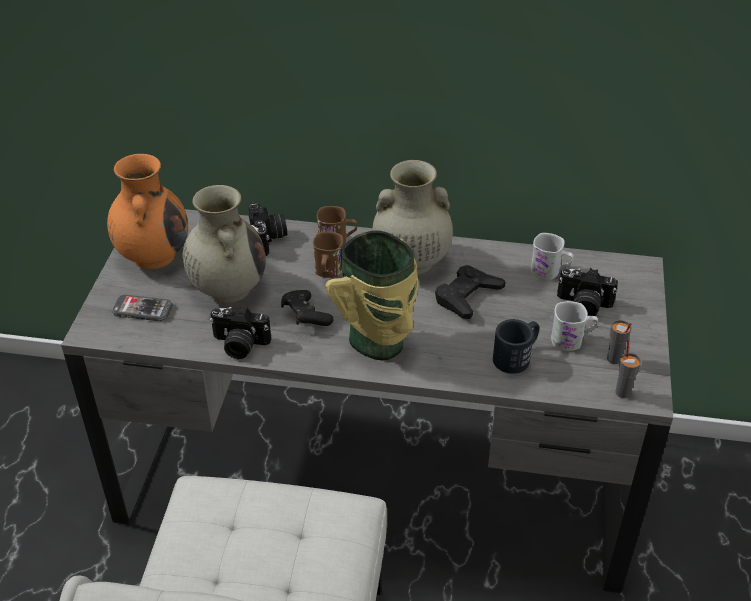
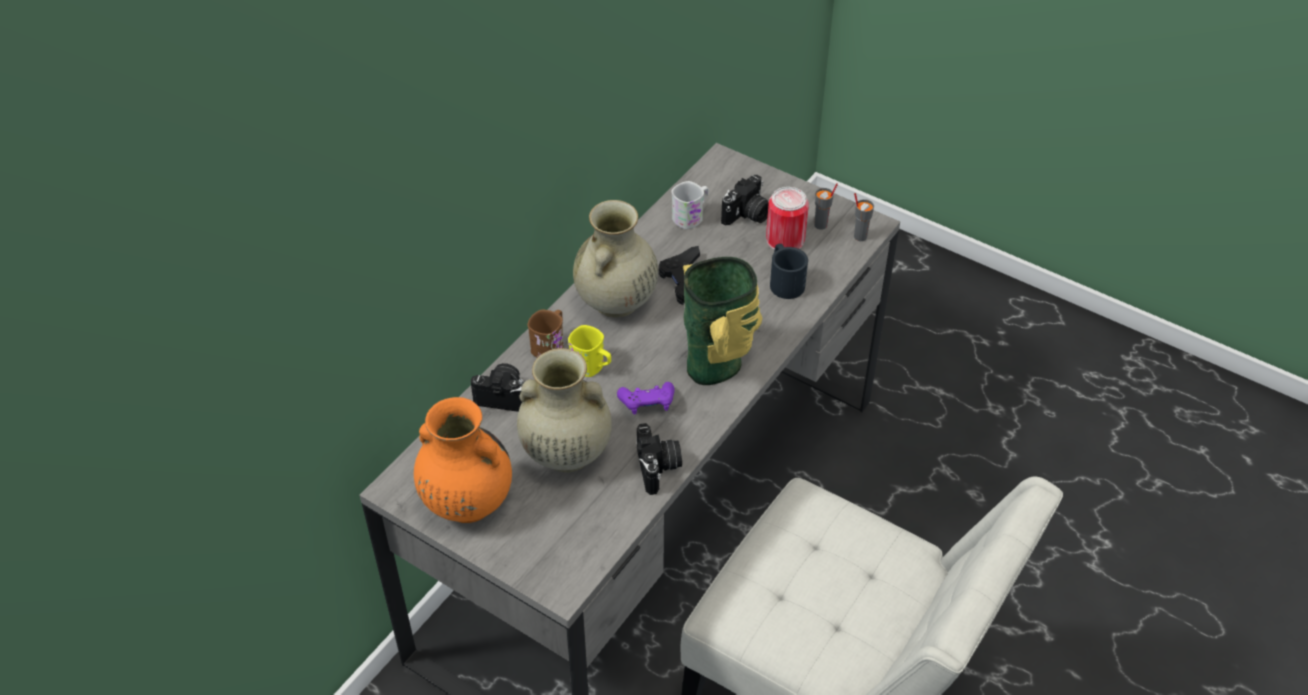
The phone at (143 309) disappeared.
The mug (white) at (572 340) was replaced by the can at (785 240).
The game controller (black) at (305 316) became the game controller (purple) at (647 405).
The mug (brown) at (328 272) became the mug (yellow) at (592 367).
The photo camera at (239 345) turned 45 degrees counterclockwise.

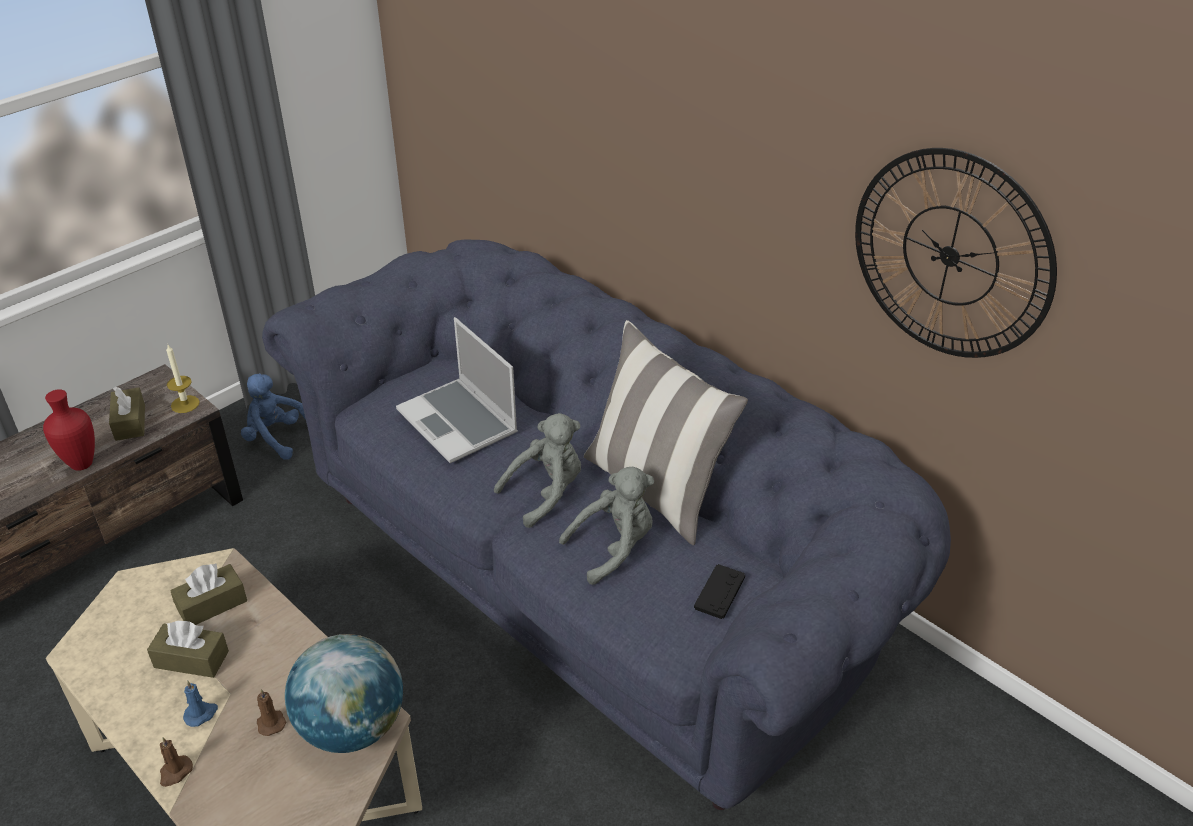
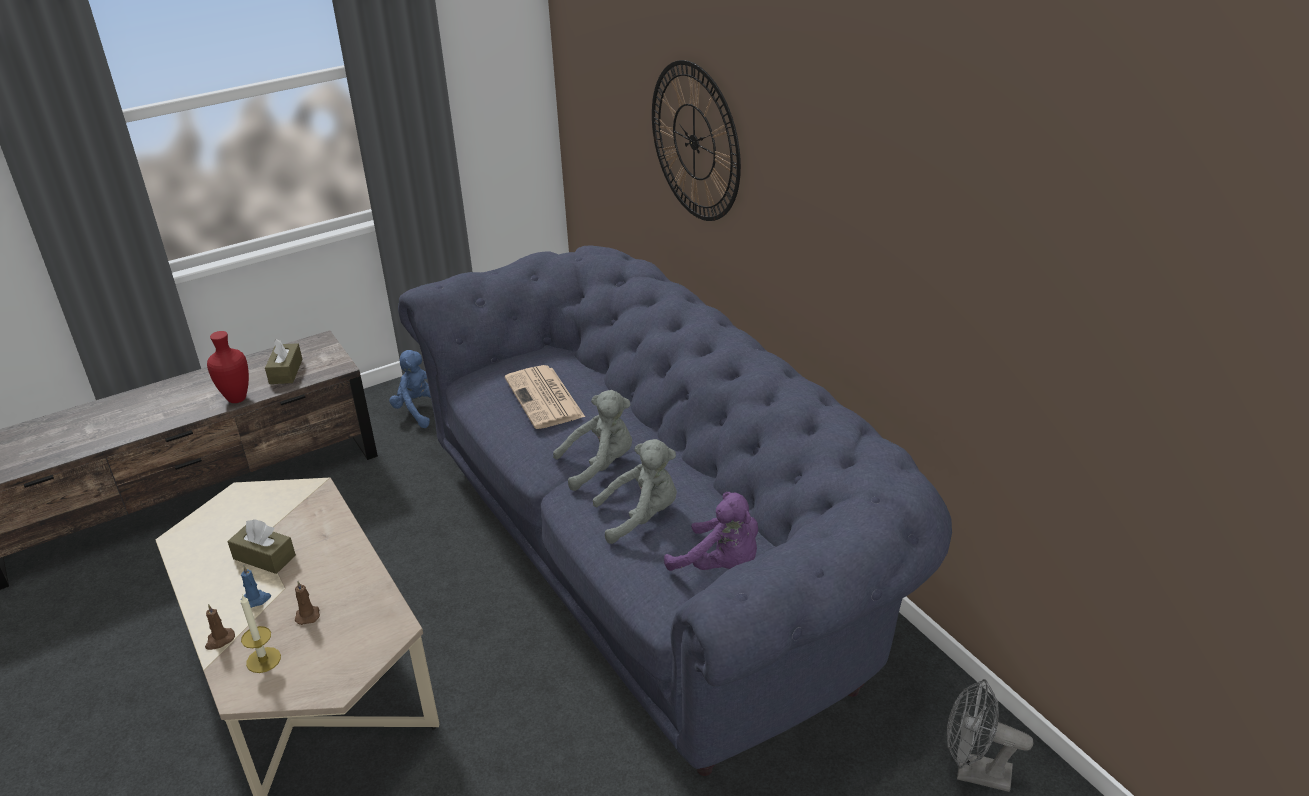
The tissue box (brown) at (212 604) disappeared.
The globe at (352 727) disappeared.
The pillow at (656 489) disappeared.
The fan (grey) at (974 773) appeared.
The candle moved from (185 404) to (263 660).
The wall clock moved from (950 255) to (694 142).
The laptop at (459 422) was replaced by the newspaper at (545 398).
The game controller (black) at (719 592) was replaced by the plush toy (purple) at (720 565).

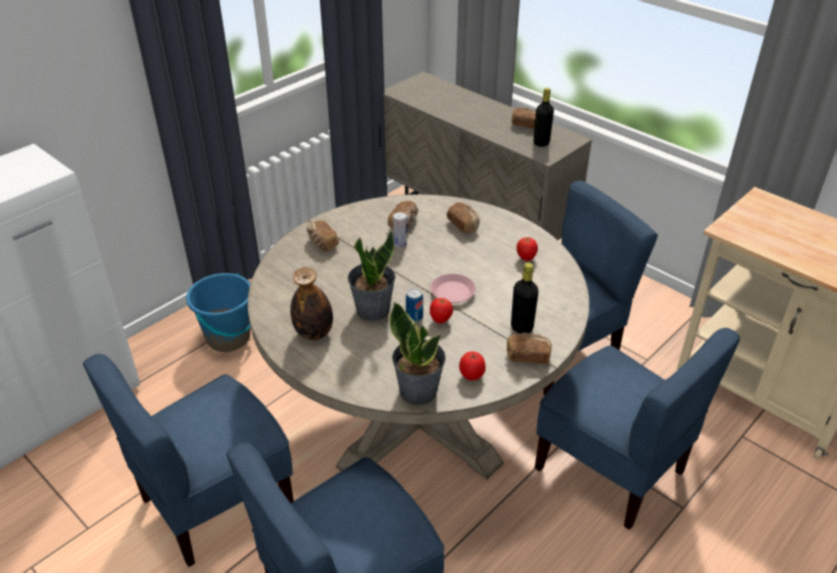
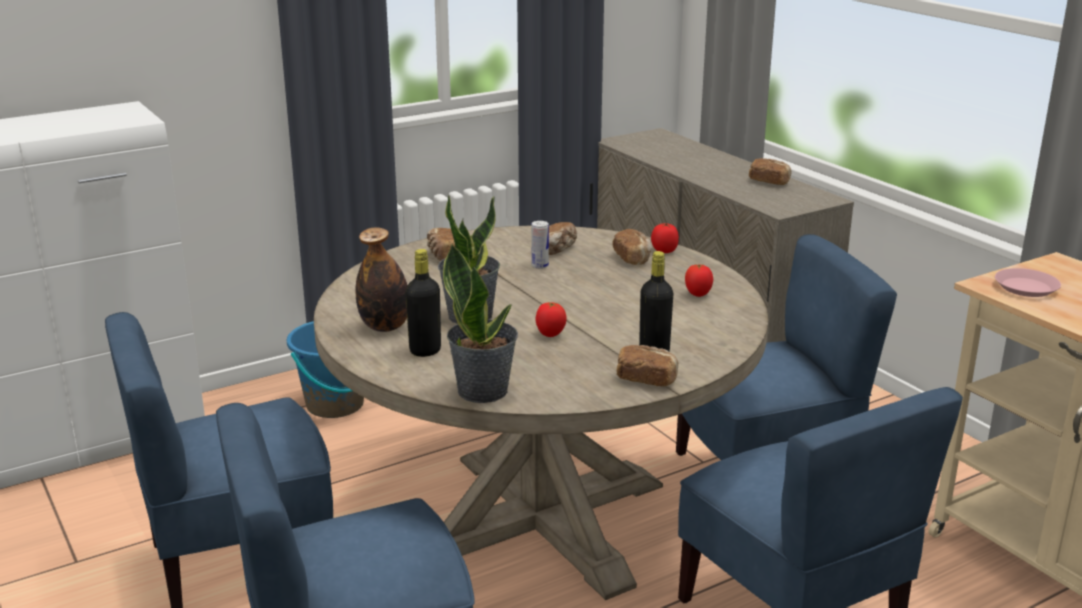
The can at (414 317) disappeared.
The plate (pink) moved from (453 292) to (1026 287).
The tomato moved from (472 375) to (664 251).
The bottle (black) moved from (541 143) to (425 351).

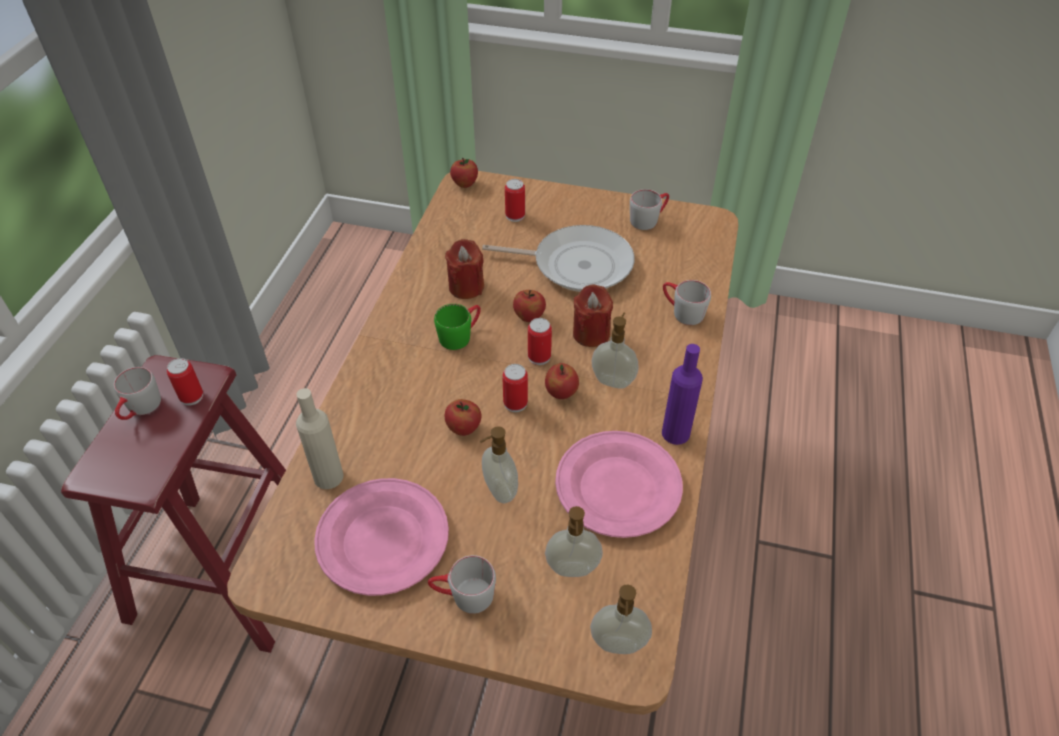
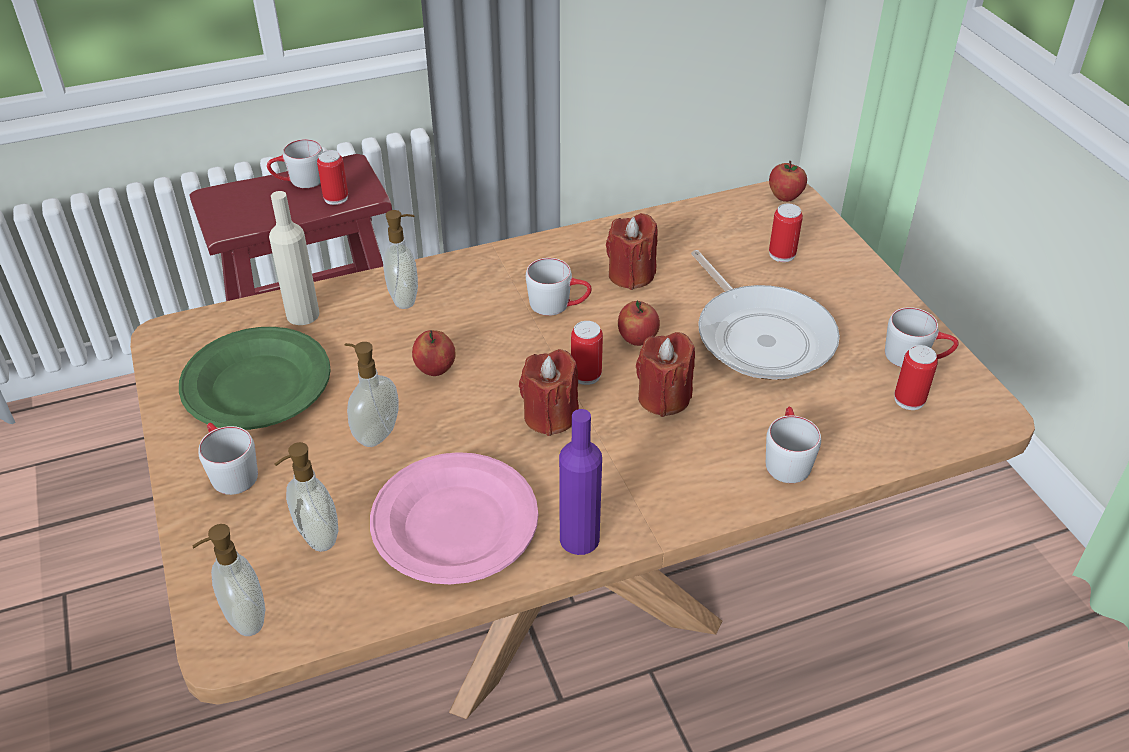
The can moved from (515 403) to (909 399).
The soap dispenser moved from (613 380) to (405 298).
The apple at (561 393) was replaced by the candle (red) at (550 416).
The plate (pink) at (382 540) became the plate (green) at (256 385).
The mug (green) at (460 335) became the mug (grey) at (559 304).

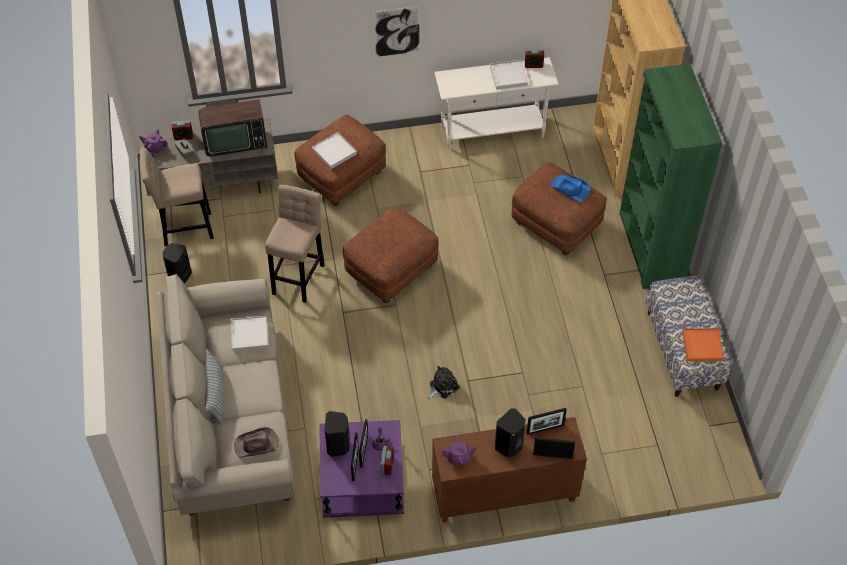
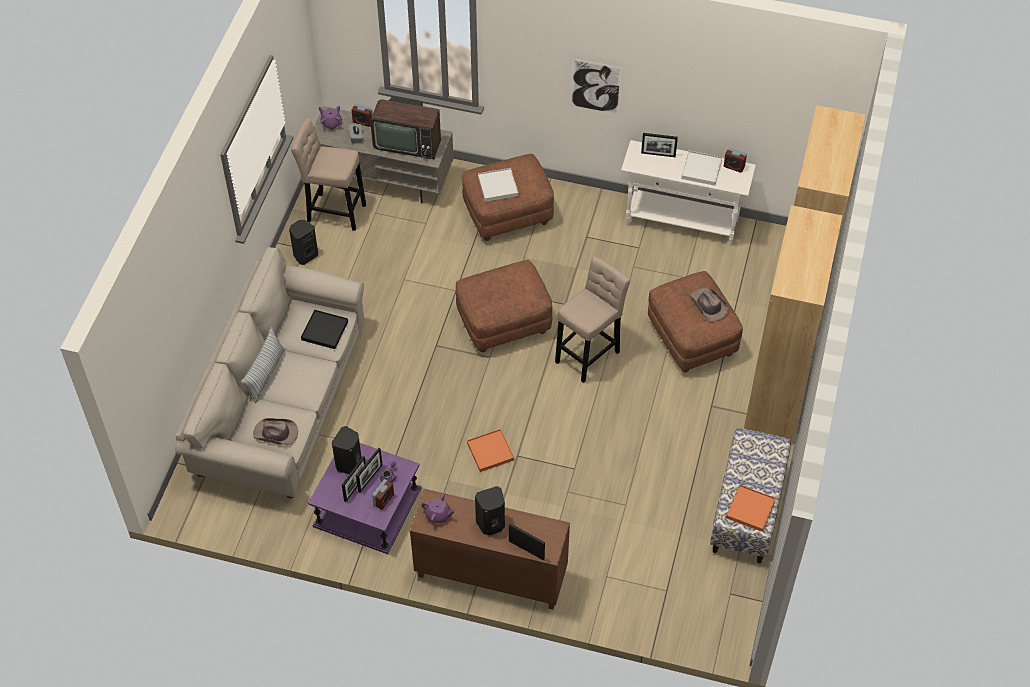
The stool (beige) moved from (299 276) to (589 354).
The picture frame moved from (545 429) to (658 154).
The plush toy at (442 386) was replaced by the tray (orange) at (490 451).
The tray (white) at (249 335) became the tray (black) at (324 331).
The hat (blue) at (570 189) became the hat (brown) at (708 306).
The bookcase (green) at (650 248) became the bookcase (brown) at (775 397).

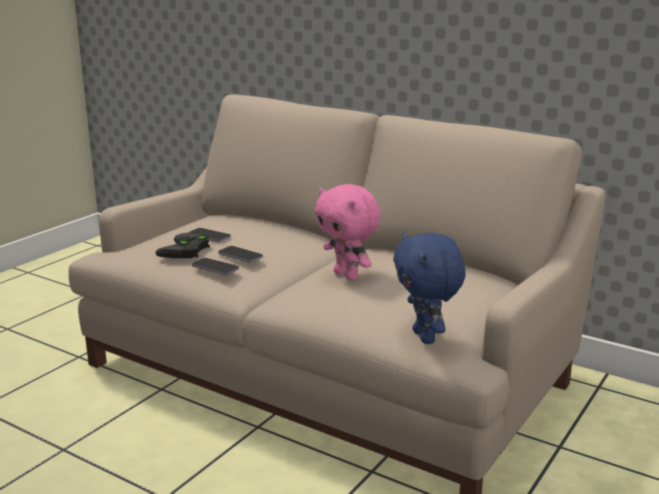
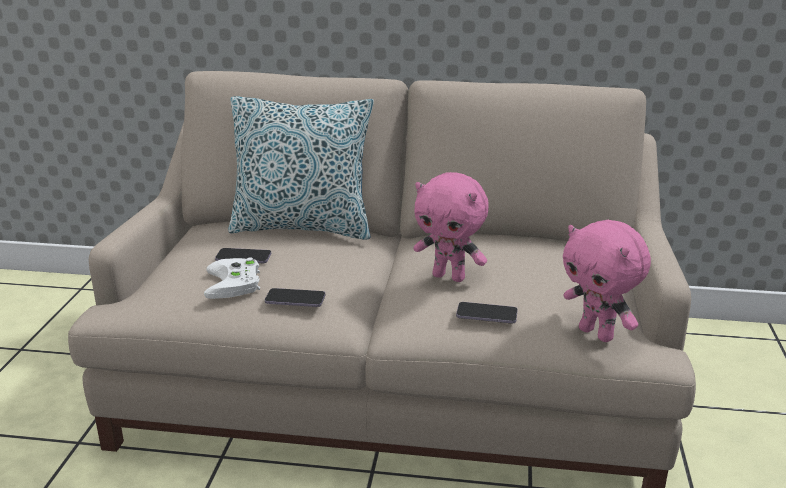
The pillow at (303 227) appeared.
The phone moved from (240 256) to (486 314).
The game controller (black) at (185 251) became the game controller (white) at (235 283).
The plush toy (blue) at (426 337) became the plush toy (pink) at (597 334).

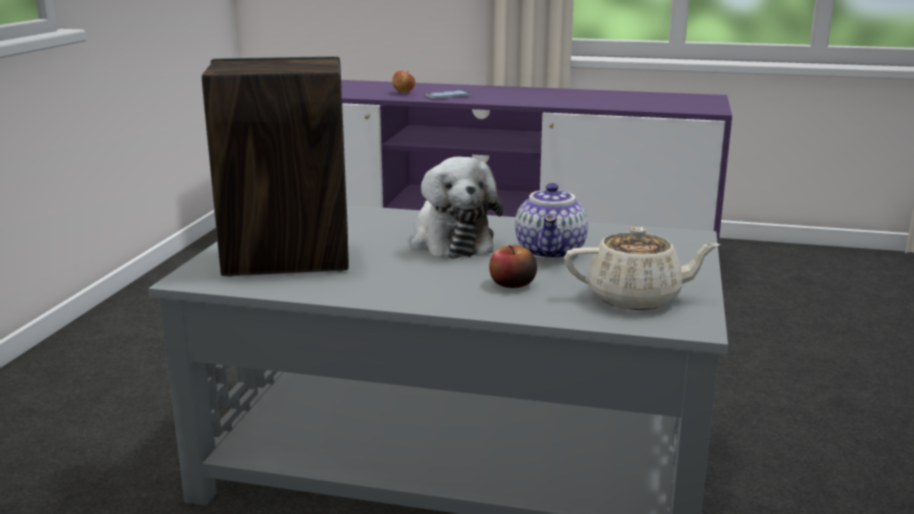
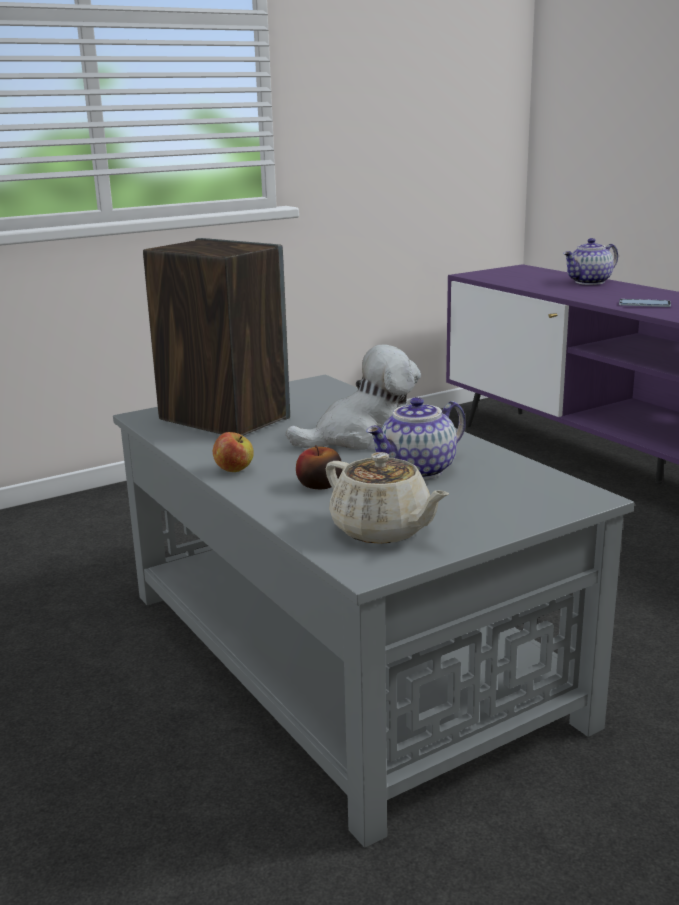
The teapot at (589 282) appeared.
The apple moved from (403 93) to (234 470).
The plush toy at (450 241) turned 135 degrees counterclockwise.

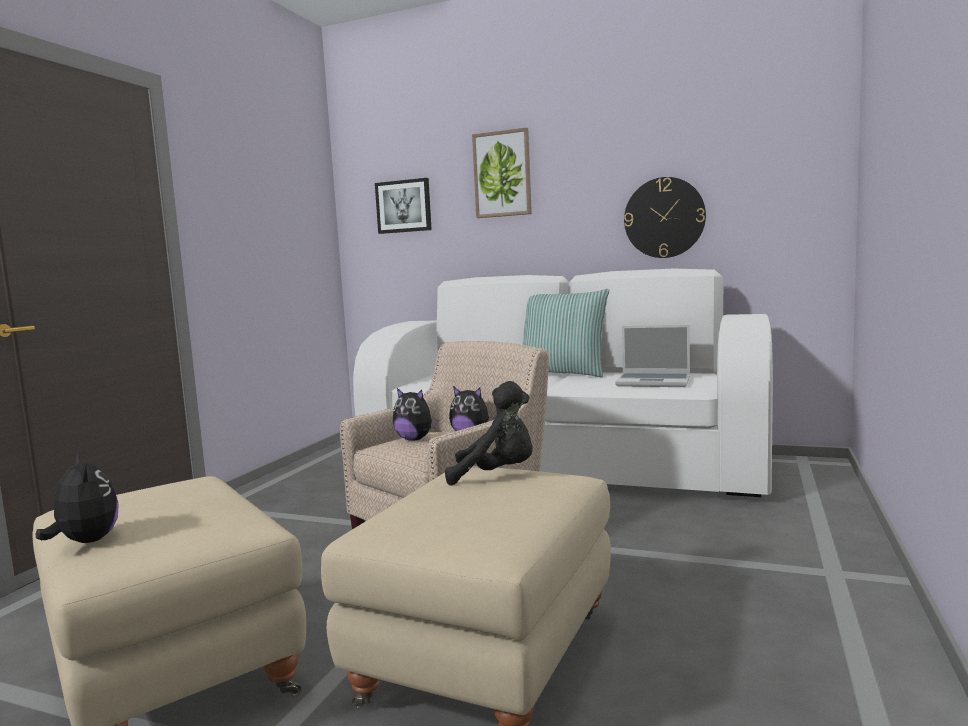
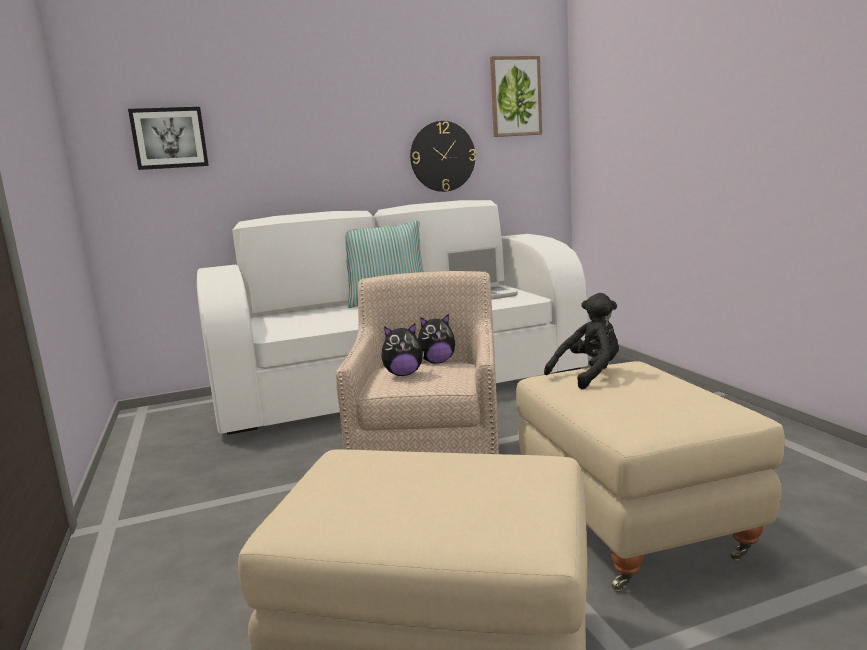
The plush toy at (85 542) disappeared.
The picture moved from (502 174) to (515 96).

